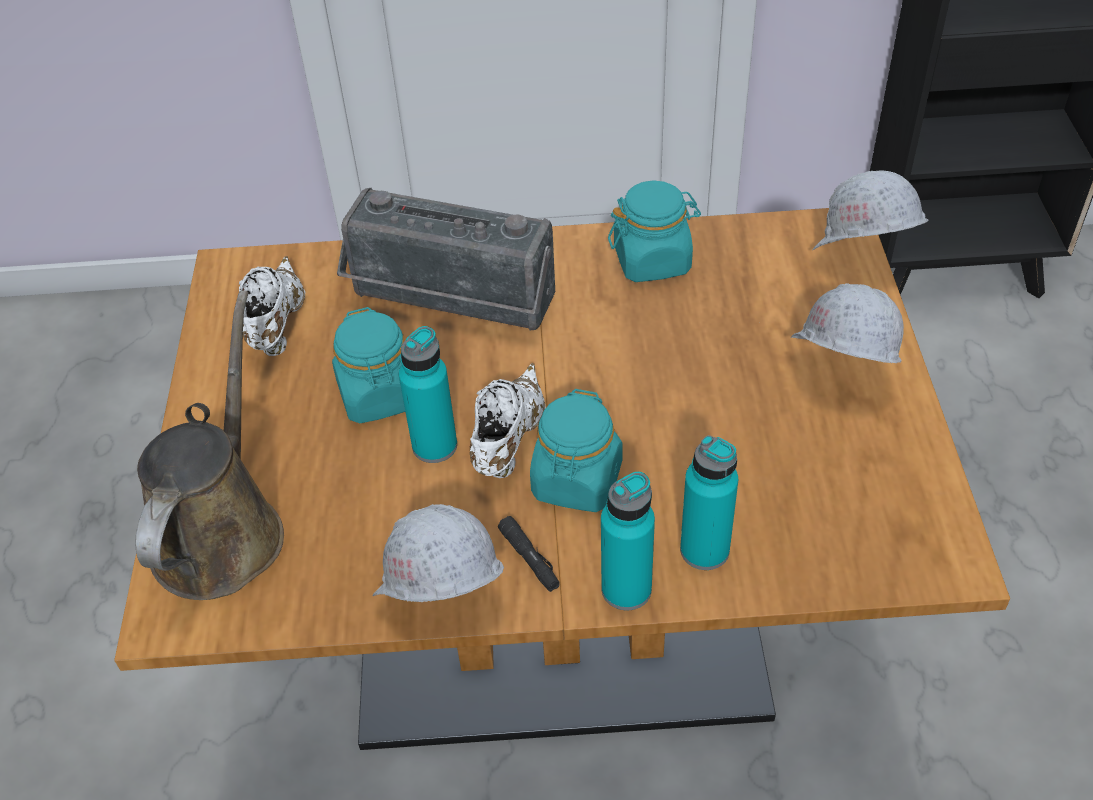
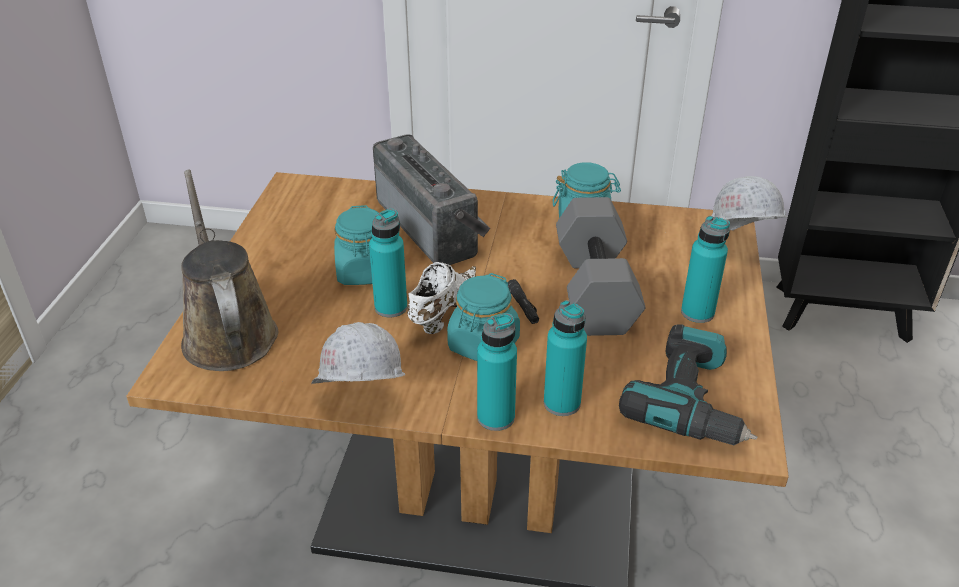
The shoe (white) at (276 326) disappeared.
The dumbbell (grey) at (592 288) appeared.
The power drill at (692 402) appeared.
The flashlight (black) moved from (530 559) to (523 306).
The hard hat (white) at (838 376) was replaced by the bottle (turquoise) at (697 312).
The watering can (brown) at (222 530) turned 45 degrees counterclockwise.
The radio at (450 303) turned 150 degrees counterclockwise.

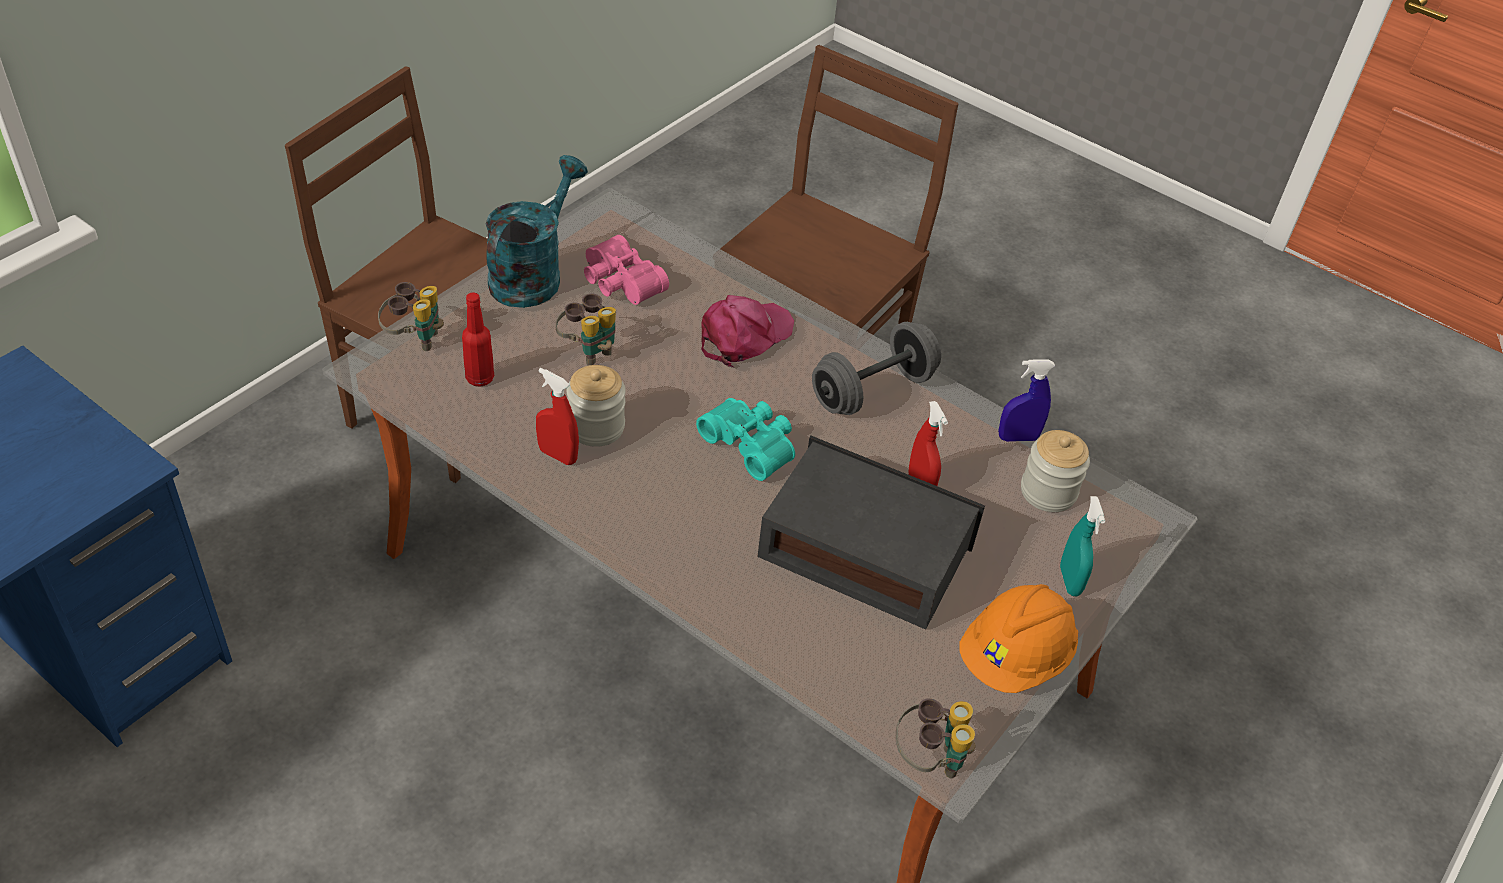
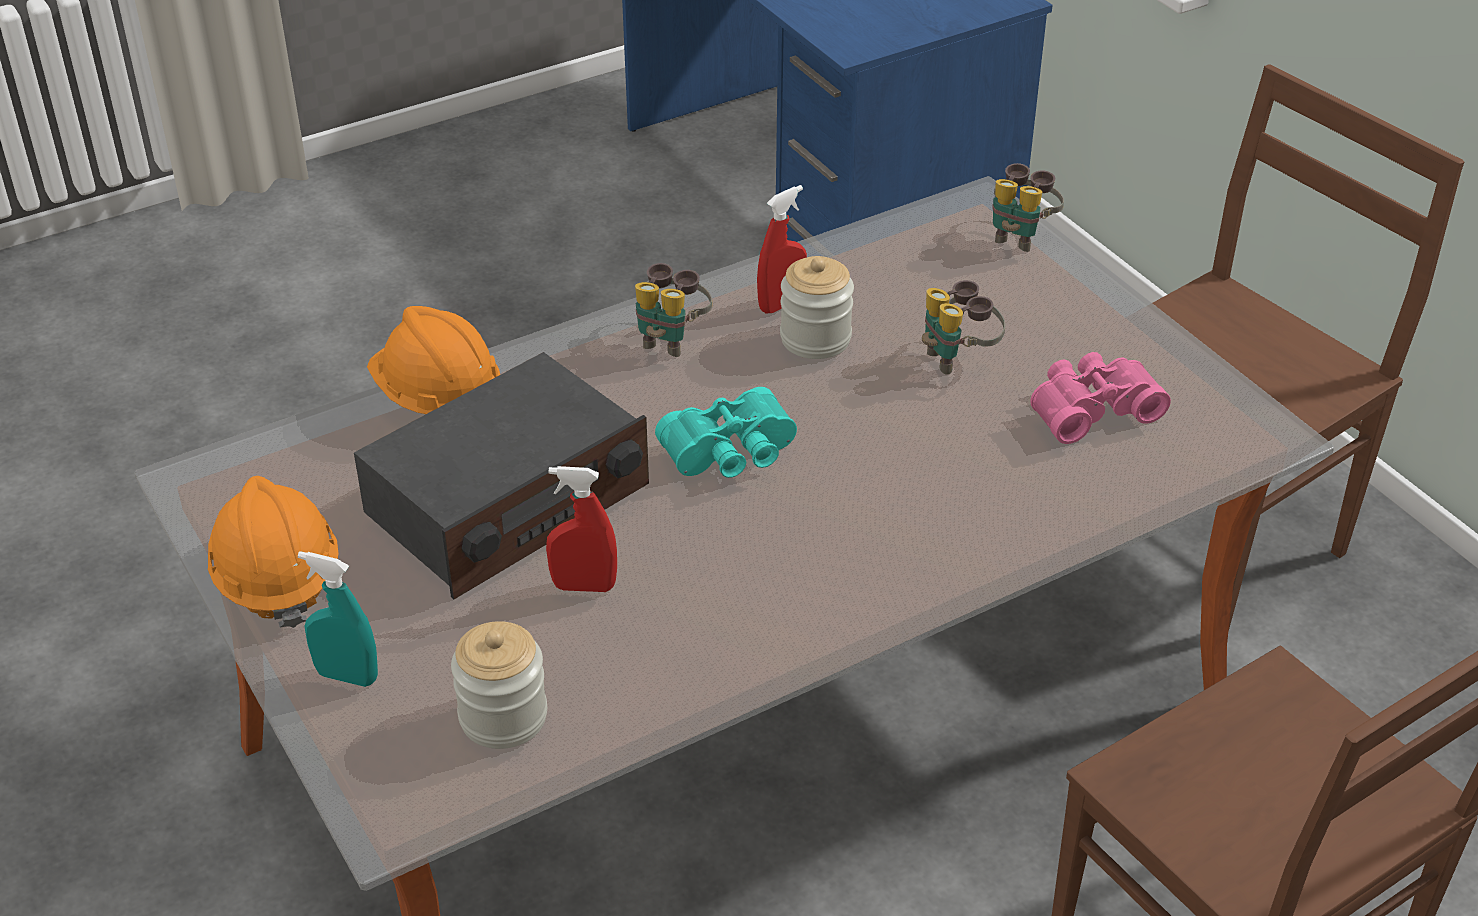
The bottle (red) at (480 378) disappeared.
The watering can (turquoise) at (532 274) disappeared.
The cap (pink) at (744 336) disappeared.
The dumbbell (grey) at (872 391) disappeared.
The spray bottle (blue) at (1017 438) disappeared.
The hard hat (orange) at (438 398) appeared.
The binoculars moved from (929 760) to (670 339).

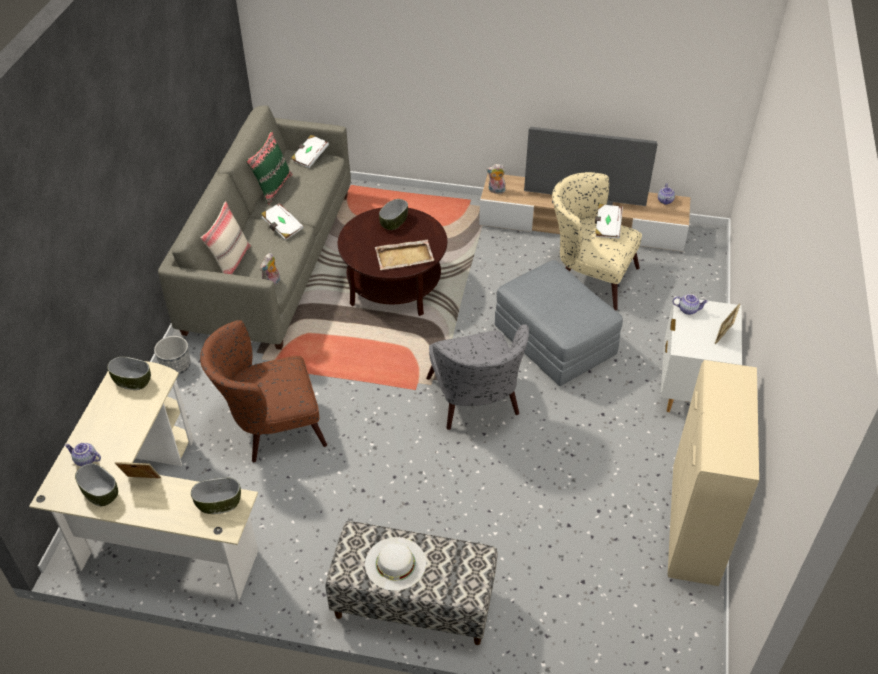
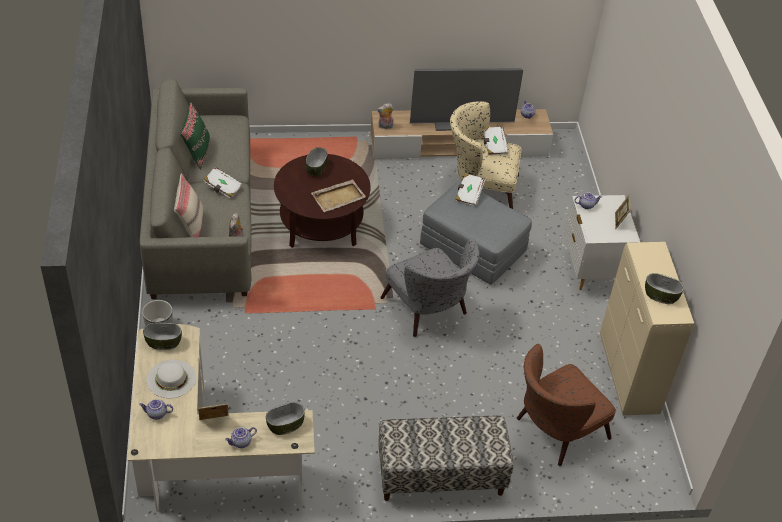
The teapot at (241 442) appeared.
The bowl moved from (100 492) to (661 295).
The armchair (brown) moved from (270 427) to (554 432).
The book (white) moved from (310 157) to (468 195).
The hat (white) moved from (395 563) to (171 378).

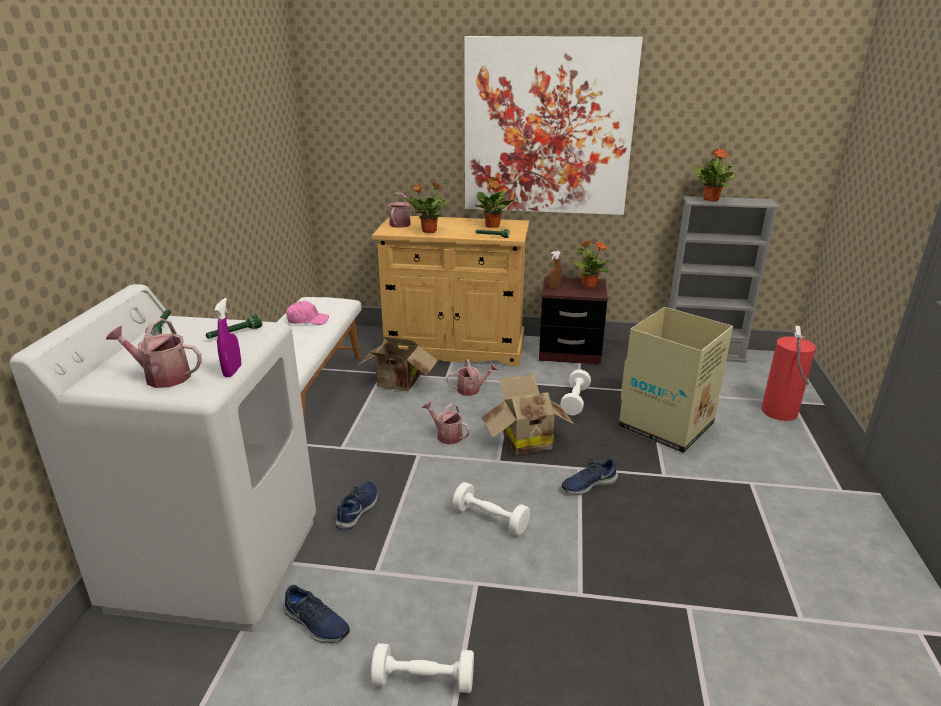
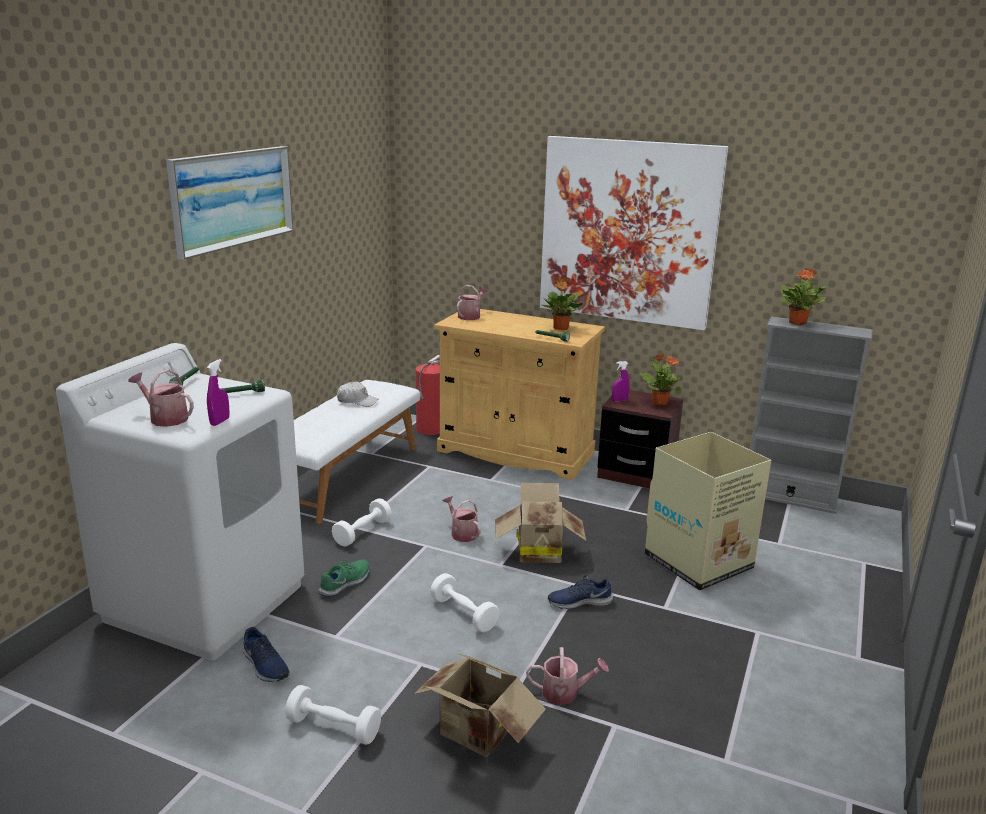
The potted plant at (428 231) disappeared.
The picture at (233 198) appeared.
The cardboard box moved from (398 384) to (476 735).
The watering can moved from (472 389) to (565 693).
The dumbbell (white) moved from (575 401) to (362 532).
The fire extinguisher moved from (779 412) to (429 429).
The cap (pink) at (307 320) became the cap (white) at (357 401).
The shoe (blue) at (358 510) became the shoe (green) at (346 583).
The spray bottle (brown) at (554 288) became the spray bottle (purple) at (619 400).

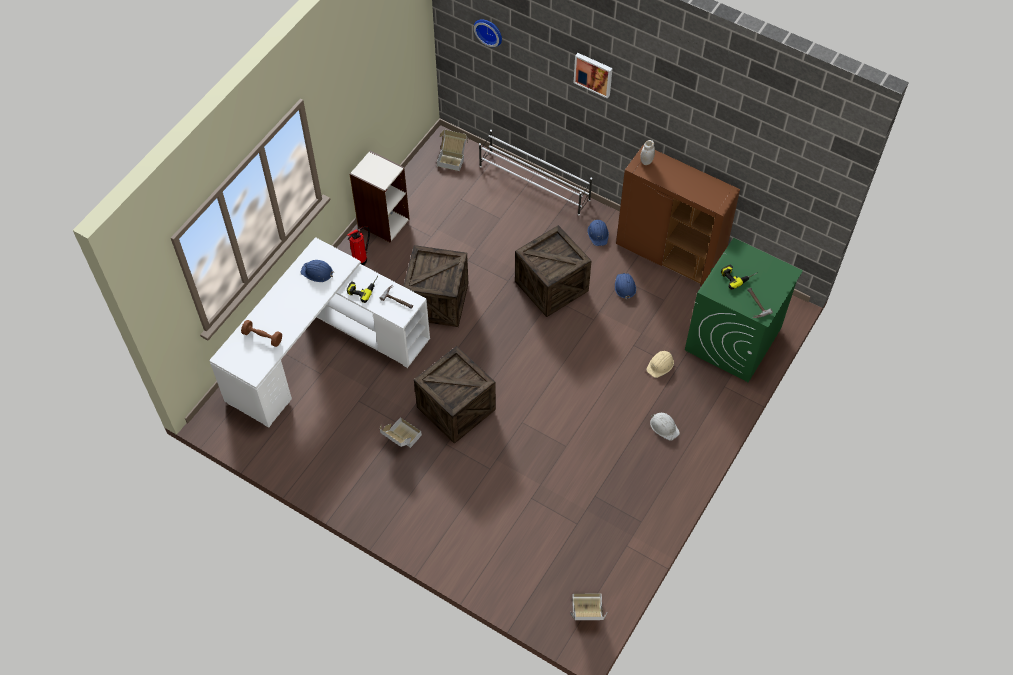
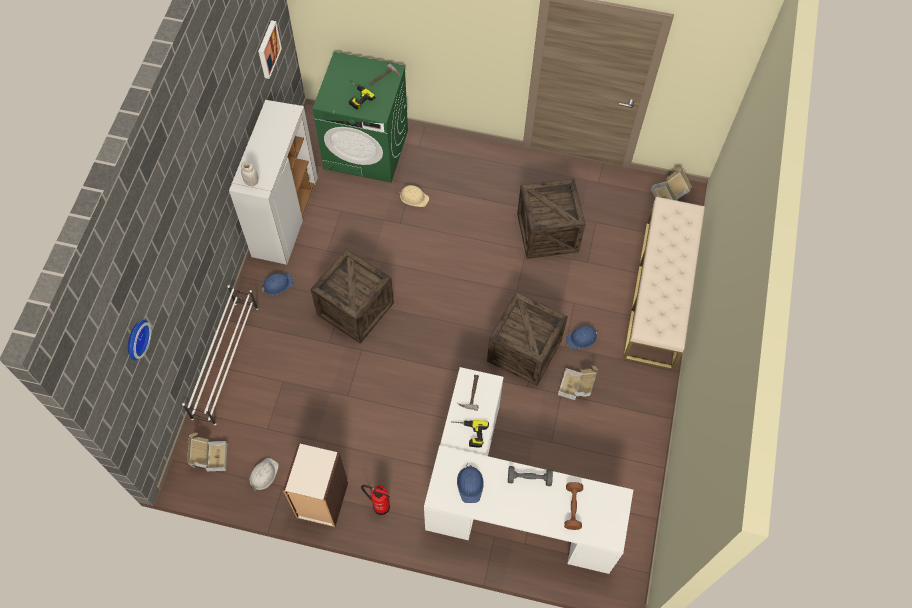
The dumbbell (grey) at (529 478) appeared.
The bench (beige) at (659 293) appeared.
The crate moved from (437 301) to (547 232).
The picture moved from (593 74) to (267 49).
The hard hat (blue) moved from (625 286) to (582 338).
The hard hat (white) moved from (664 427) to (263 474).
The cabinet (brown) at (670 254) became the cabinet (white) at (285 217).

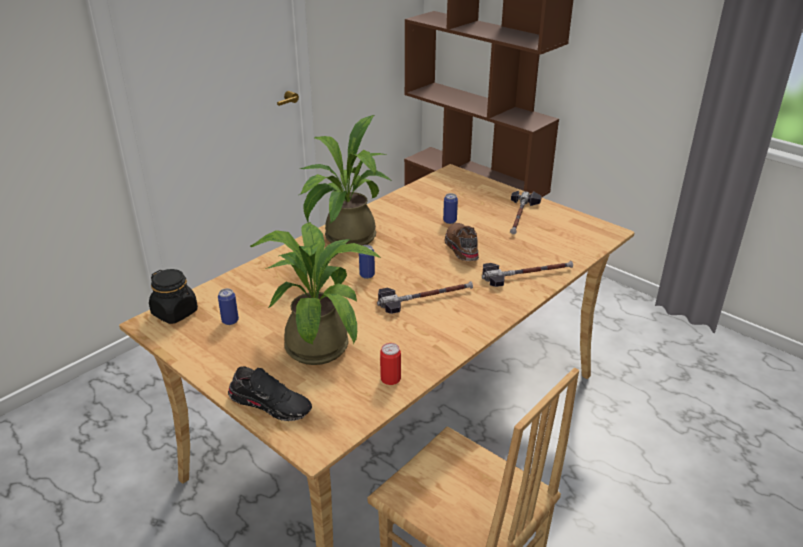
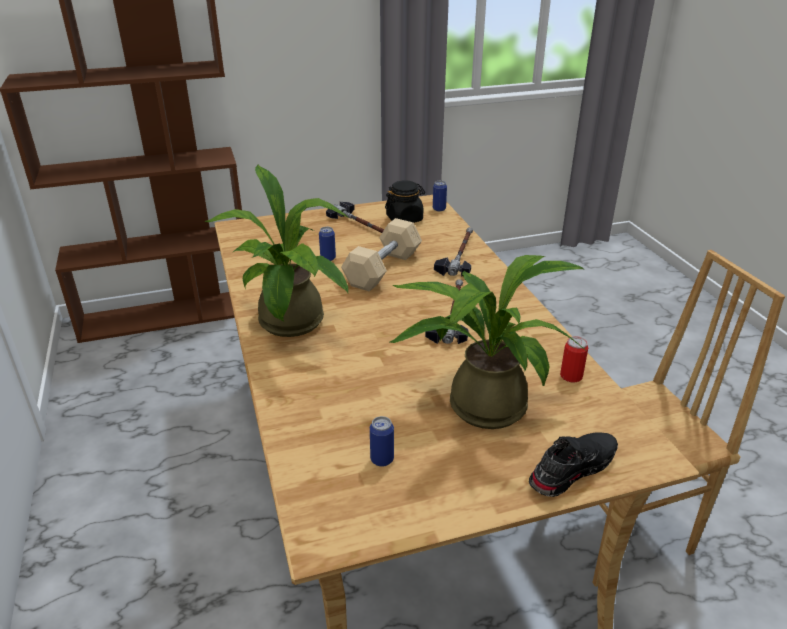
The jar (black) moved from (175 313) to (404 219).
The can moved from (367 275) to (439 209).
The shoe (brown) at (460 248) was replaced by the dumbbell (beige) at (383 269).

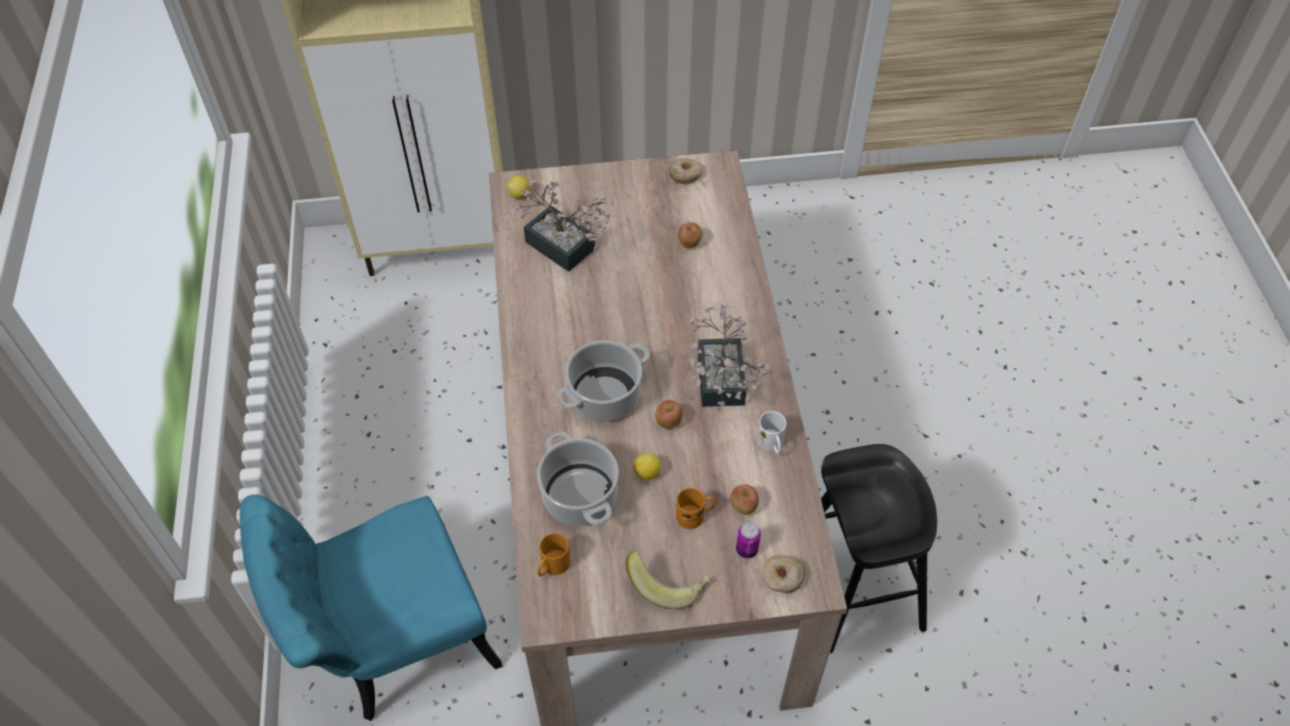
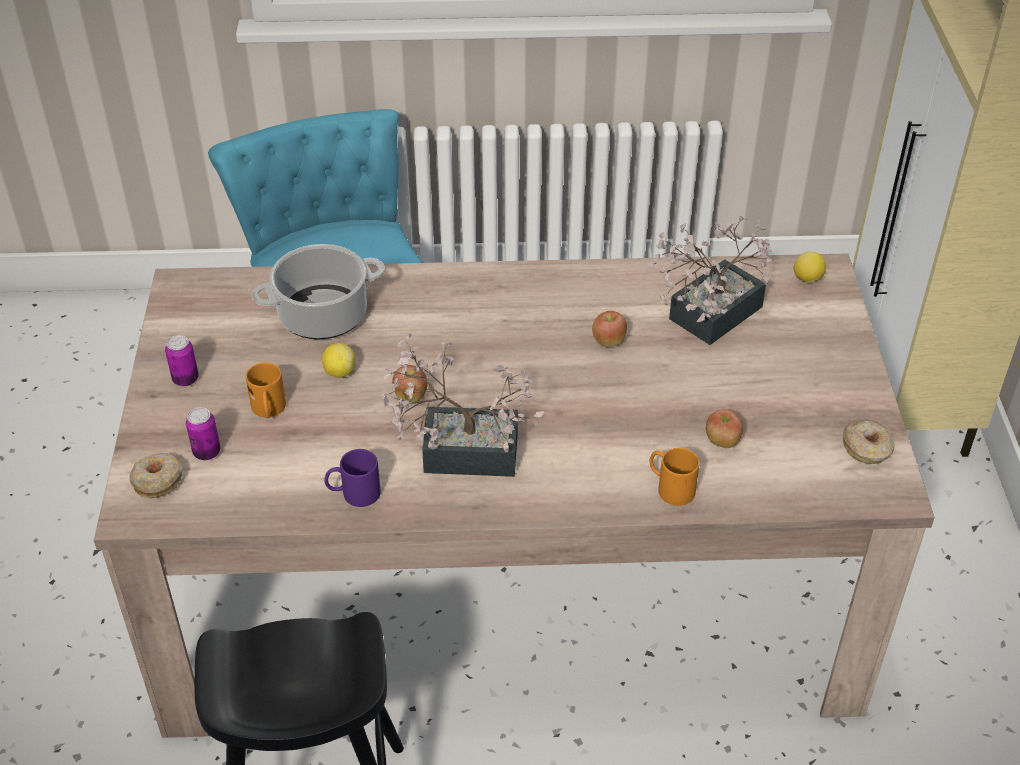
The cooking pot at (604 397) disappeared.
The mug (orange) moved from (552 567) to (669 488).
The apple moved from (743 507) to (608 341).
The banana at (667 584) was replaced by the can at (185 379).
The mug (white) at (772 445) became the mug (purple) at (353 494).

